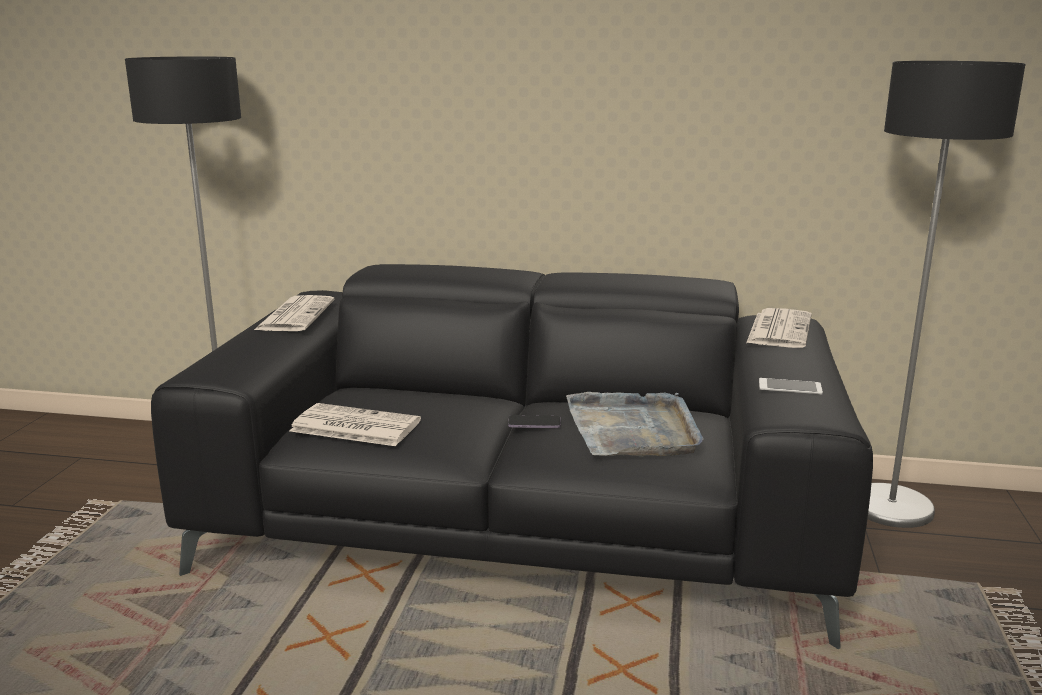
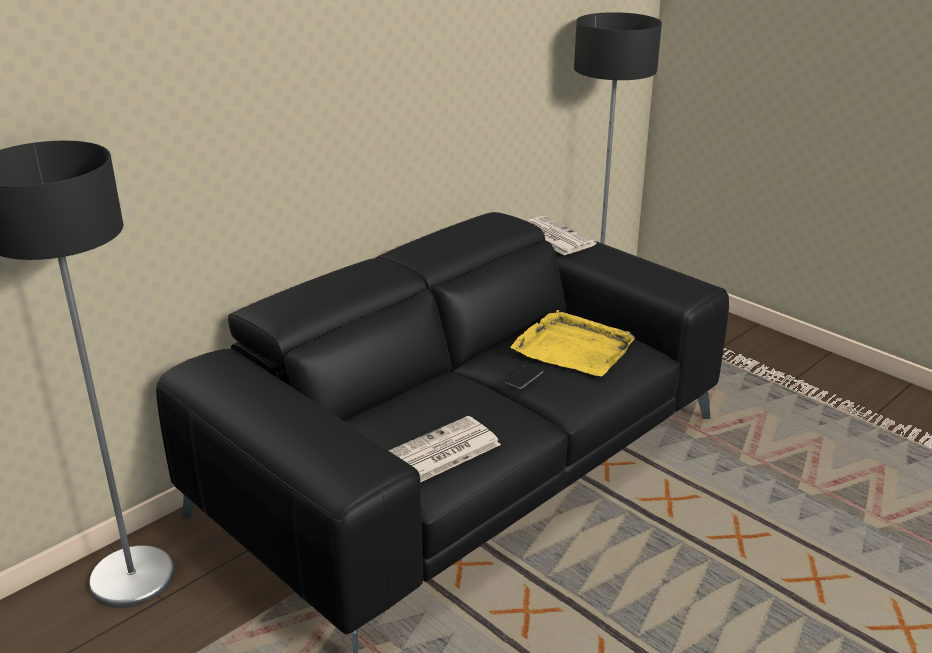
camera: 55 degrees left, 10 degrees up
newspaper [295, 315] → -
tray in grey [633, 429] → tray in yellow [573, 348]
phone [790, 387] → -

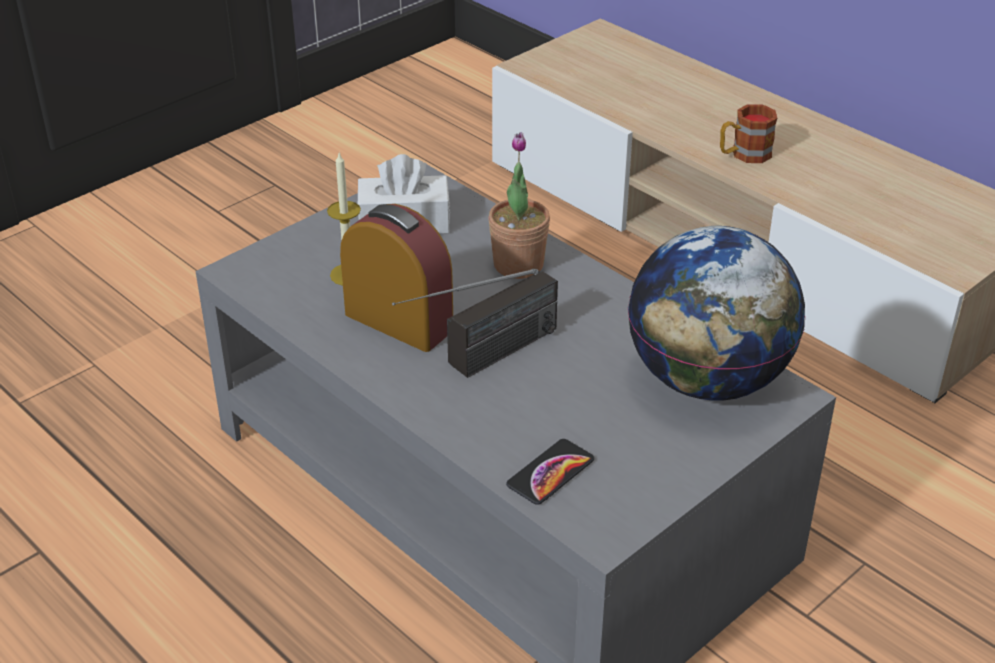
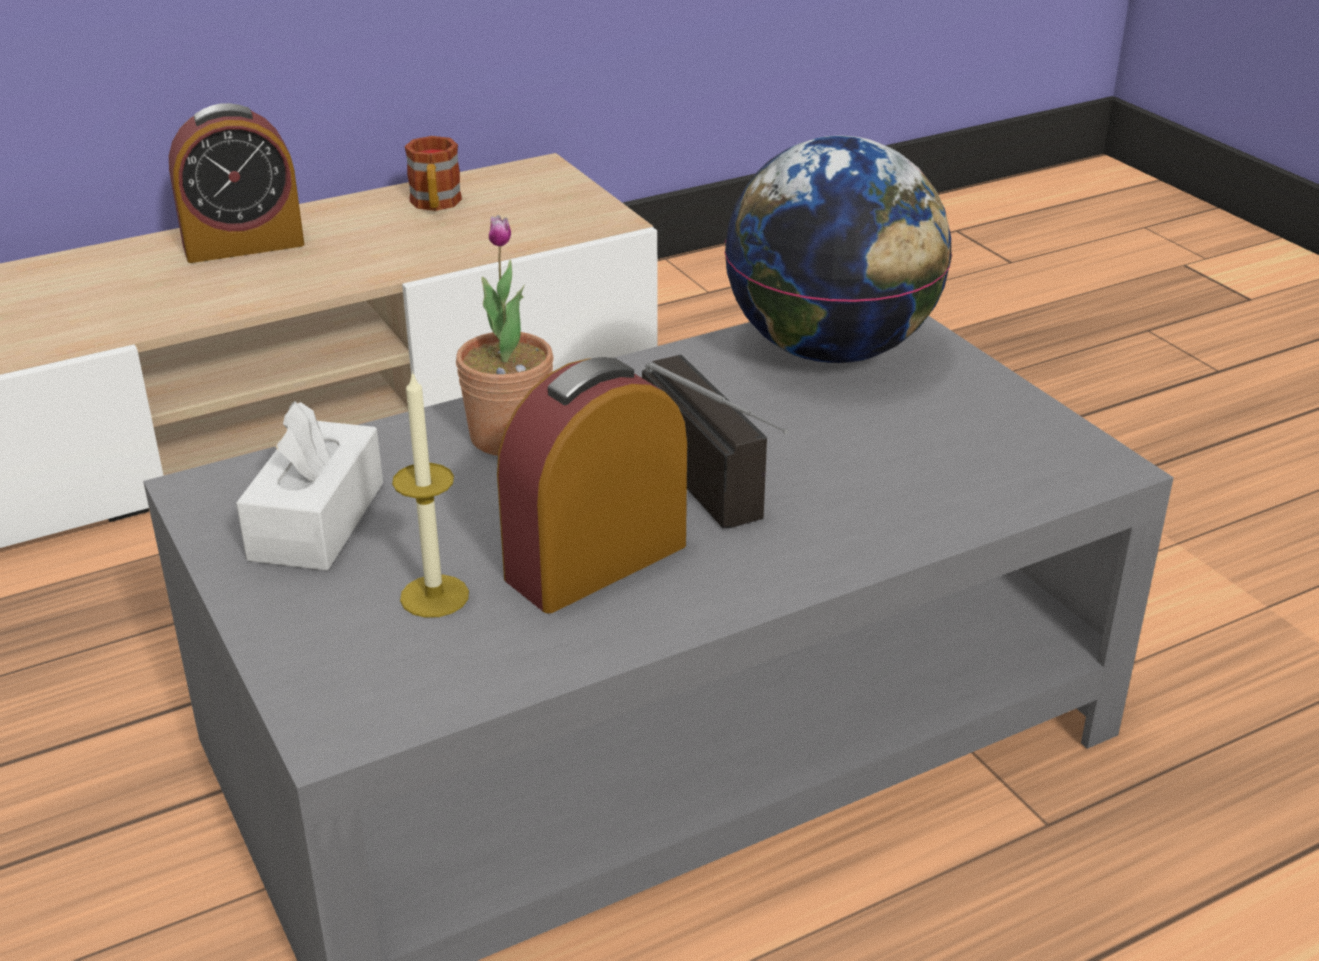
camera: 75 degrees left, 5 degrees down
phone [550, 473] → -
mug [744, 155] → mug [435, 205], relocated
- → alarm clock [243, 244]

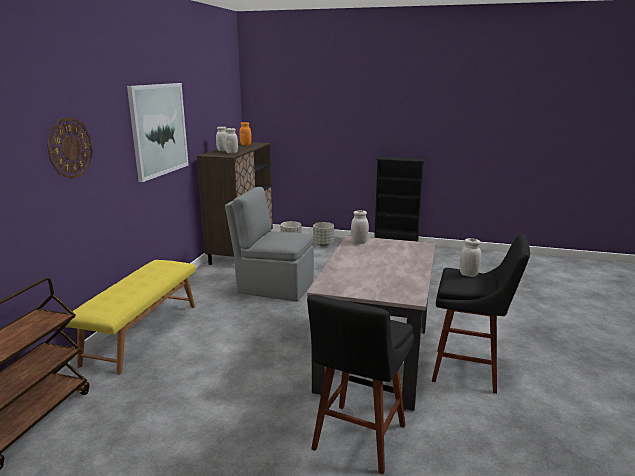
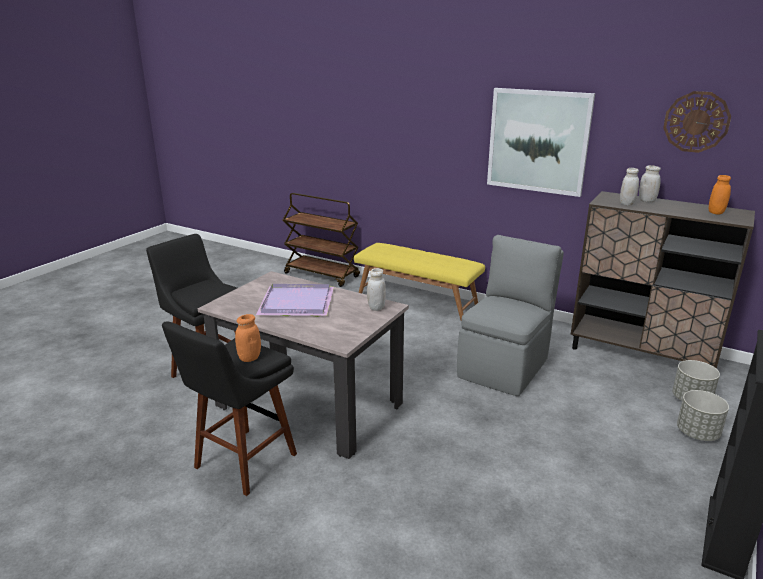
camera: 105 degrees right, 5 degrees up
wall clock [70, 148] → wall clock [696, 122], relocated
jar in white [468, 274] → jar in orange [249, 358]
- → tray in purple [298, 303]

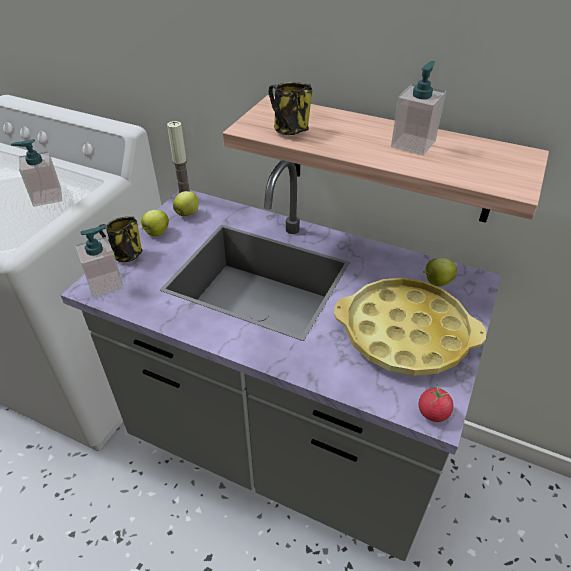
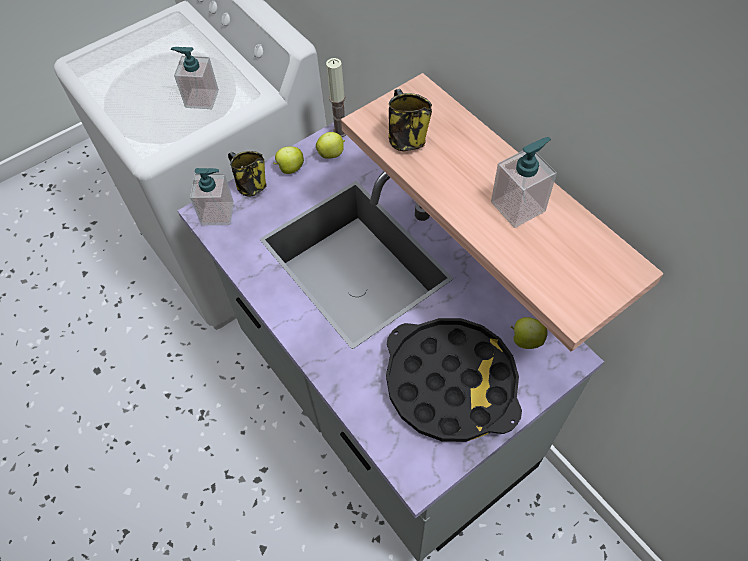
camera: 30 degrees right, 15 degrees up
tray in yellow [405, 333] → tray in black [450, 383]
tomato [433, 412] → -

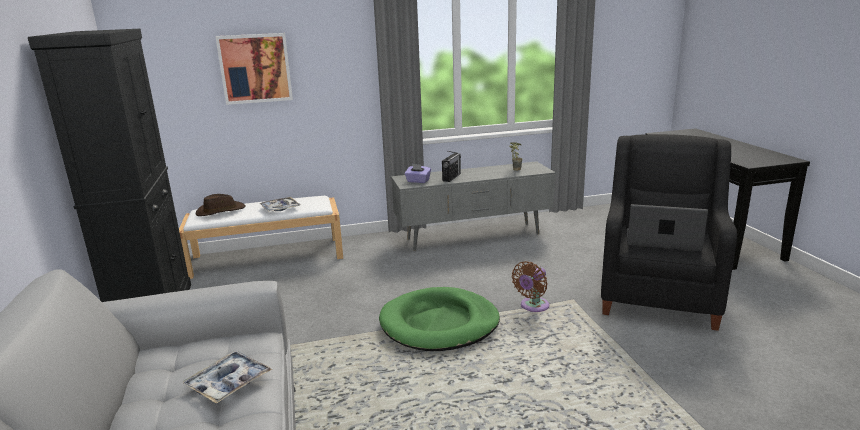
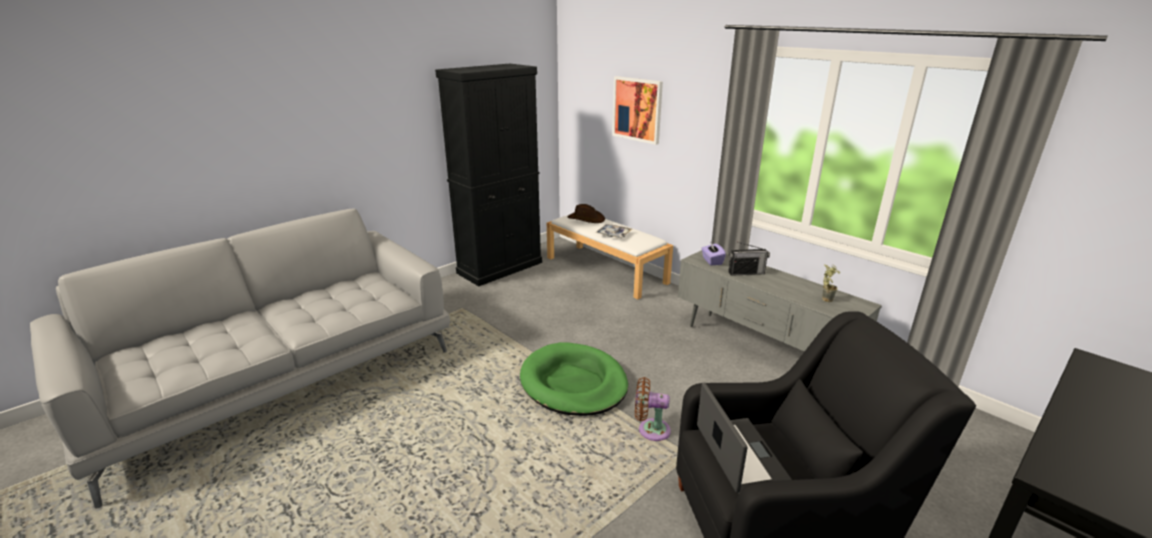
camera: 60 degrees right, 5 degrees up
tray [228, 383] → -

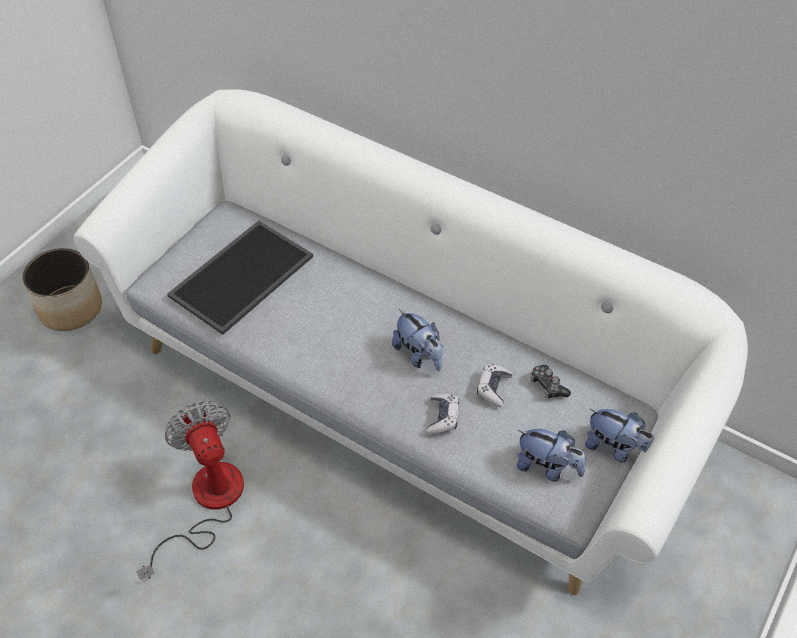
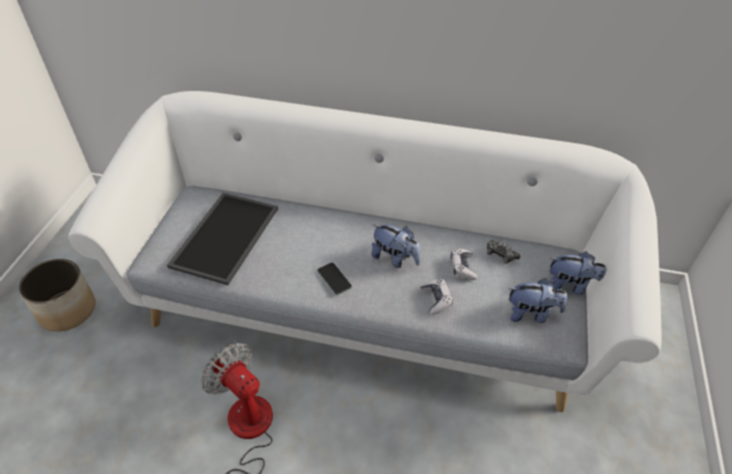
camera: 20 degrees left, 5 degrees down
- → phone [334, 278]

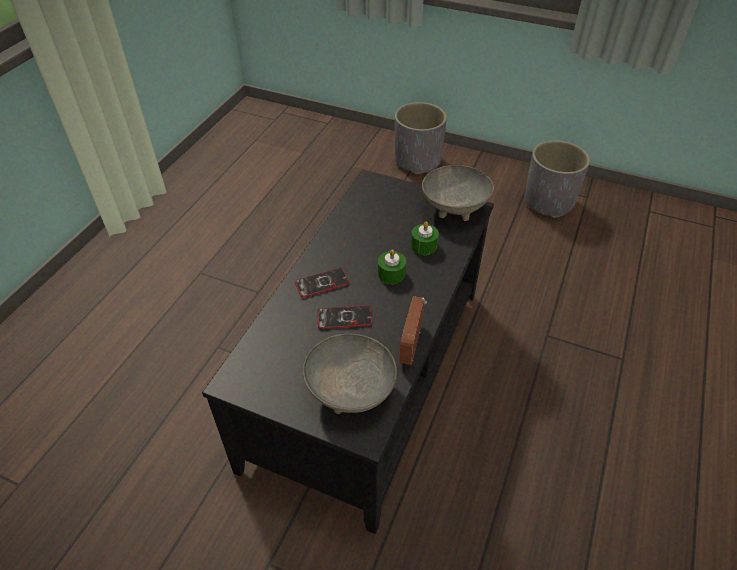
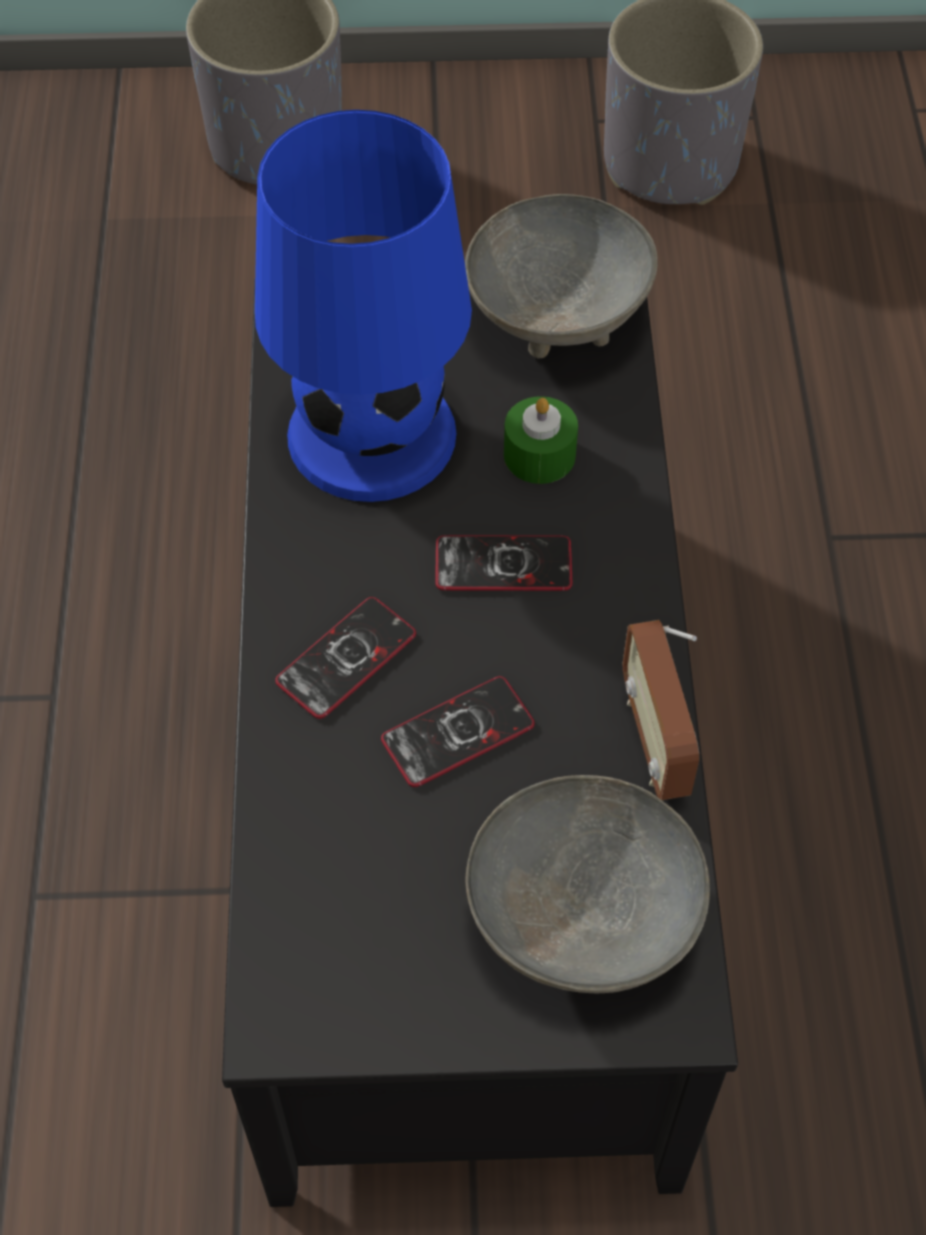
camera: 25 degrees left, 10 degrees up
candle in green [391, 274] → phone [503, 565]
- → table lamp in blue [369, 432]

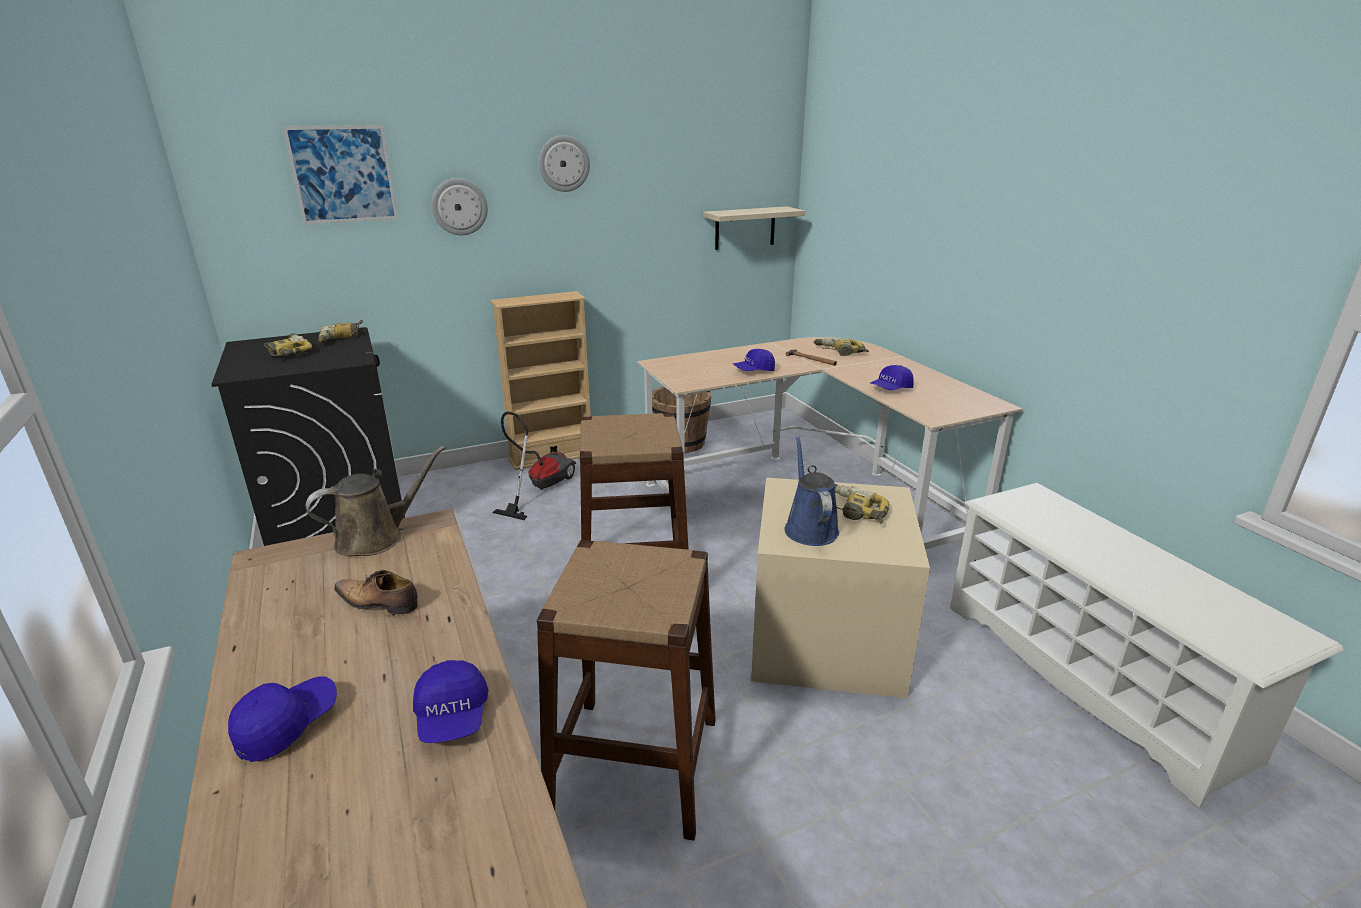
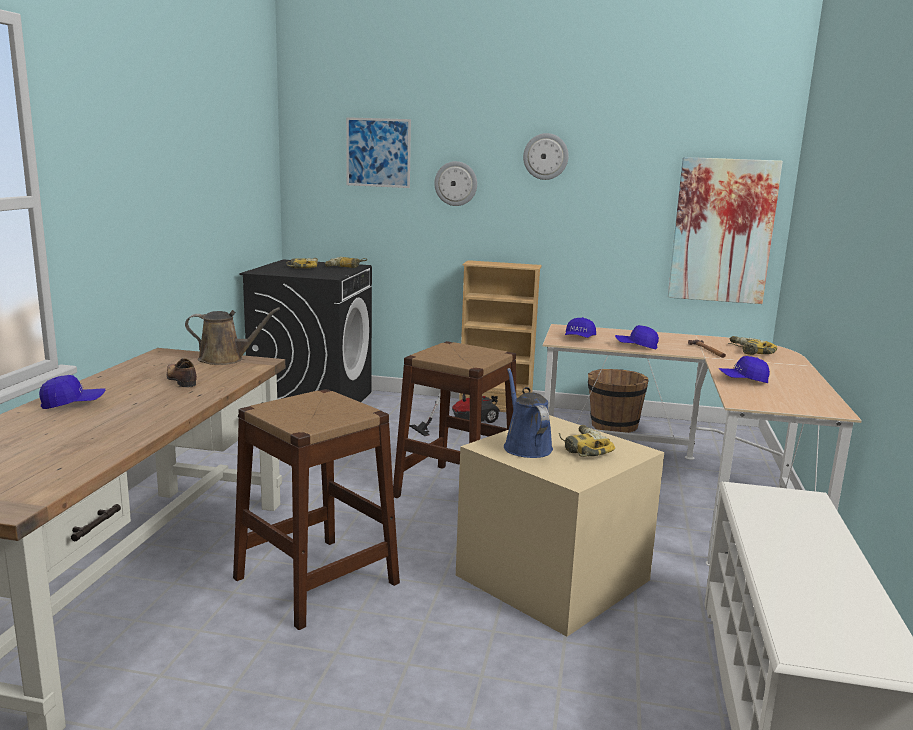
camera: 35 degrees right, 10 degrees down
cap in blue [452, 717] → cap in blue [579, 338], relocated
shelf in beige [745, 228] → picture [722, 231]
watering can in blue [809, 528] → watering can in blue [525, 446], 45 degrees counterclockwise

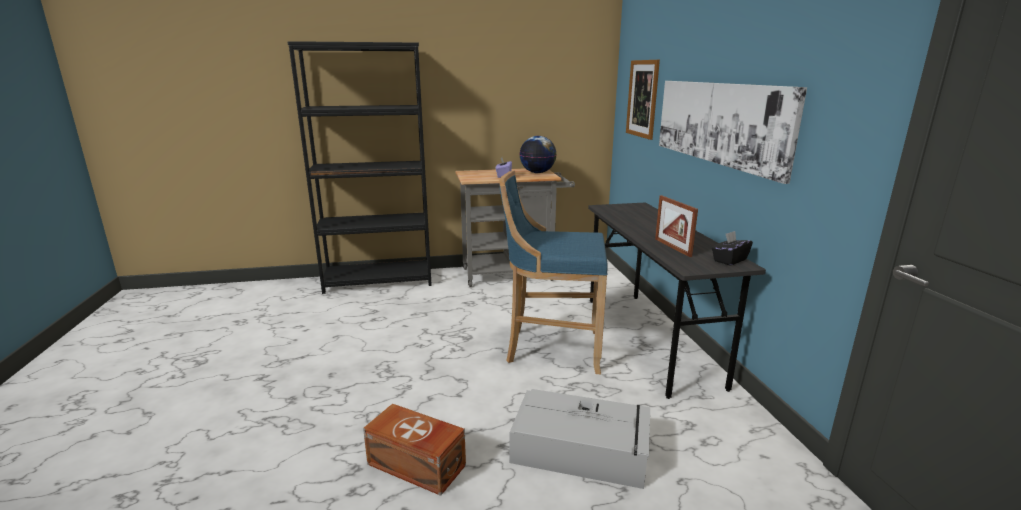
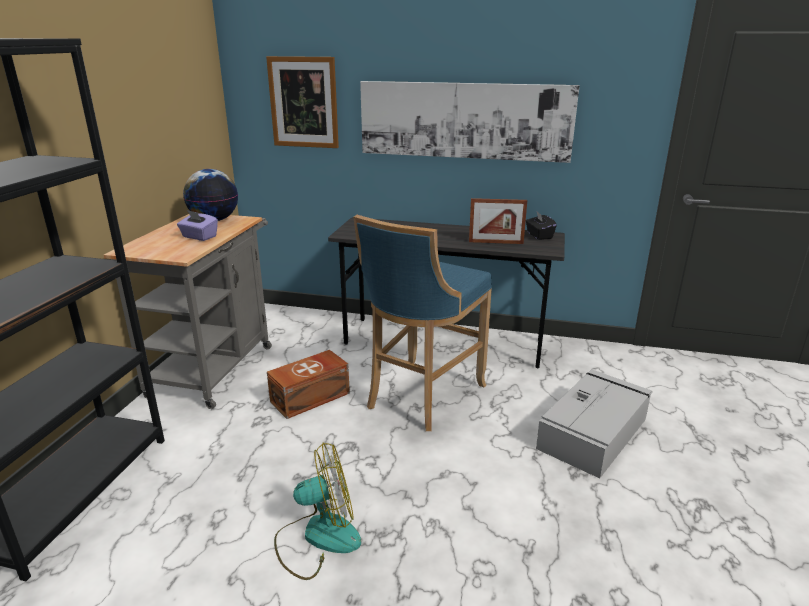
camera: 65 degrees left, 5 degrees up
storage box in brown [416, 466] → storage box in brown [311, 397], relocated
- → fan [318, 537]

